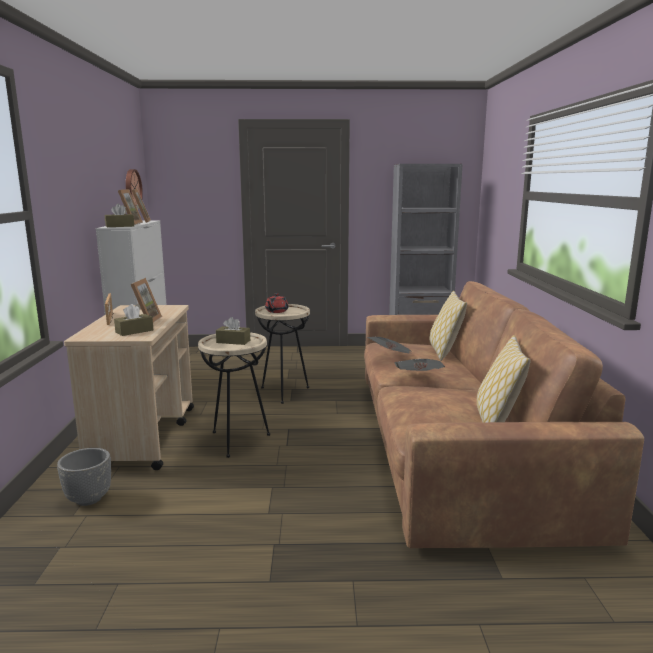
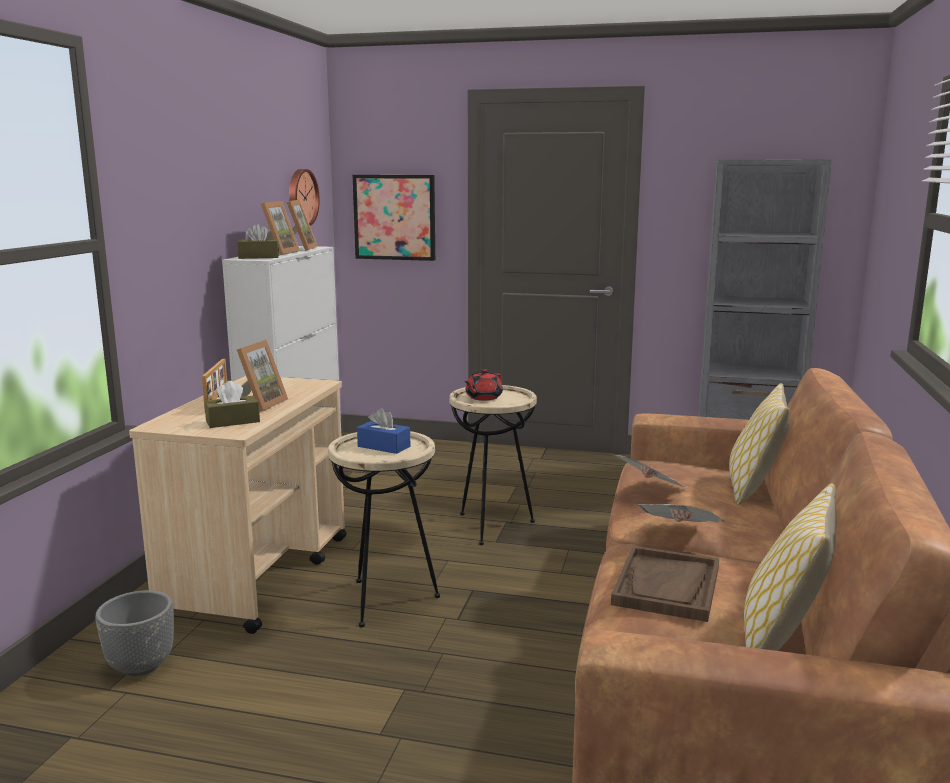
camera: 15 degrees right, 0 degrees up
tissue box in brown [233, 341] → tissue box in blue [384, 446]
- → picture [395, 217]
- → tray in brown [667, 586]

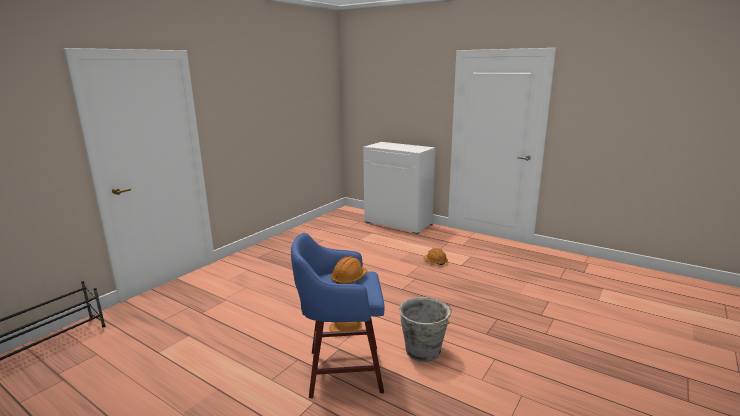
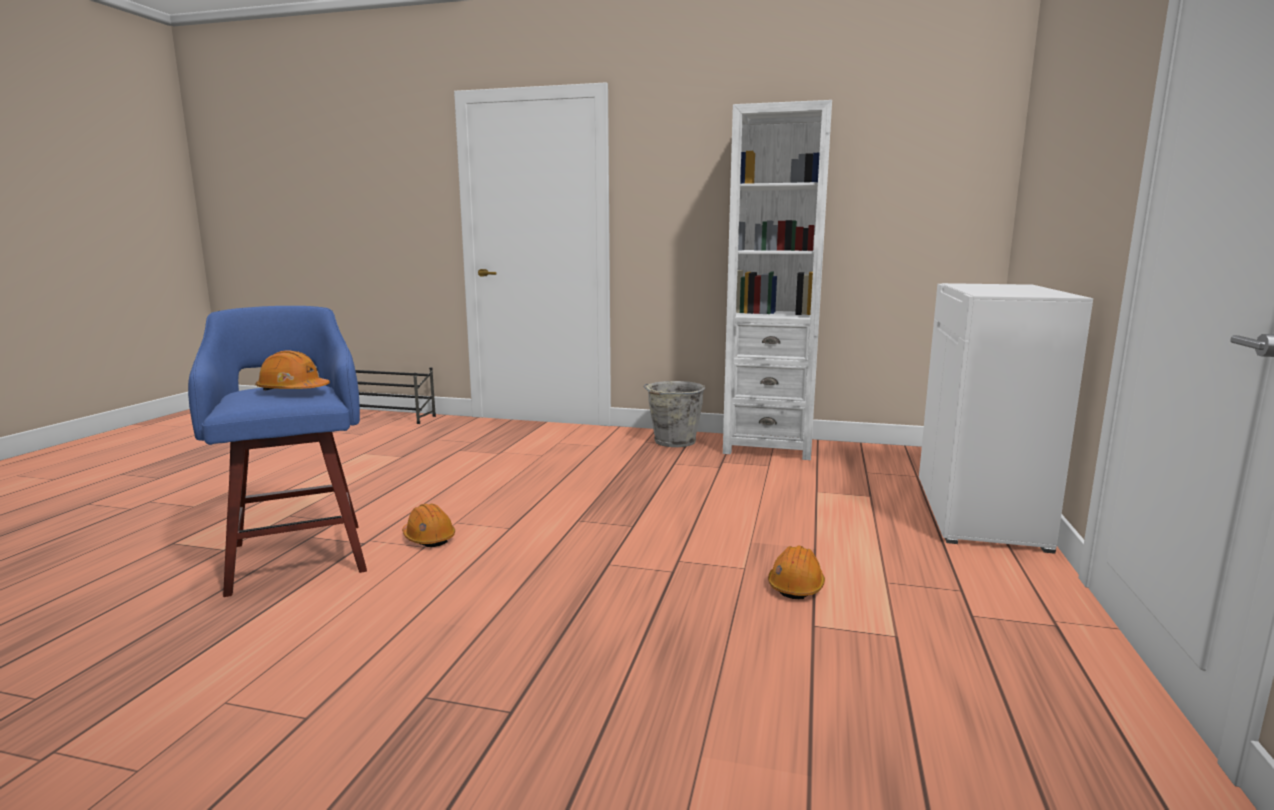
camera: 70 degrees right, 5 degrees down
bucket in grey [424, 352] → bucket in grey [673, 442], relocated
- → bookcase in white [768, 446]

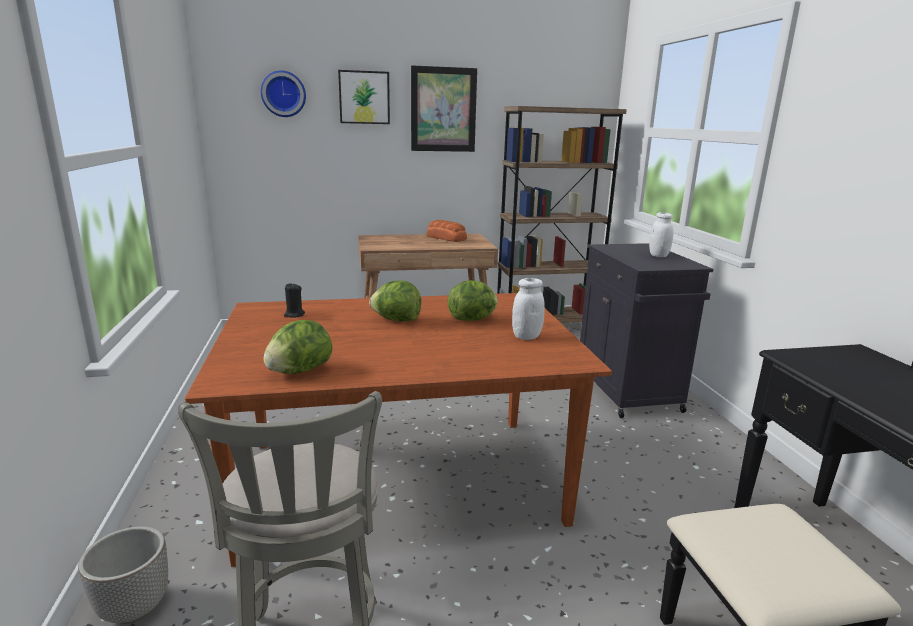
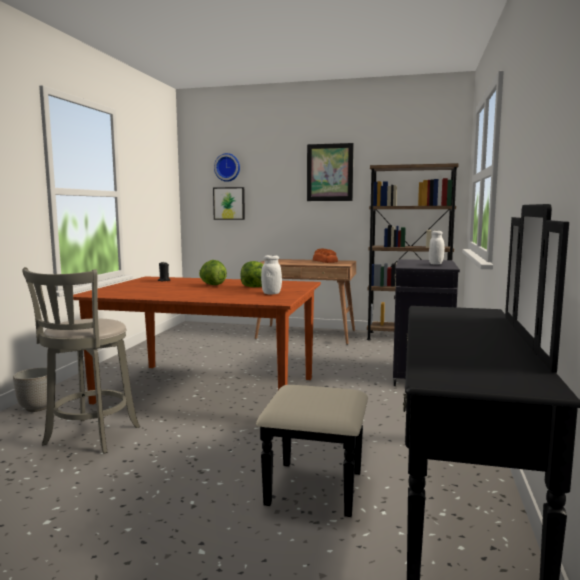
camera: 25 degrees right, 10 degrees down
lettuce [299, 371] → -
picture [364, 97] → picture [229, 203], relocated

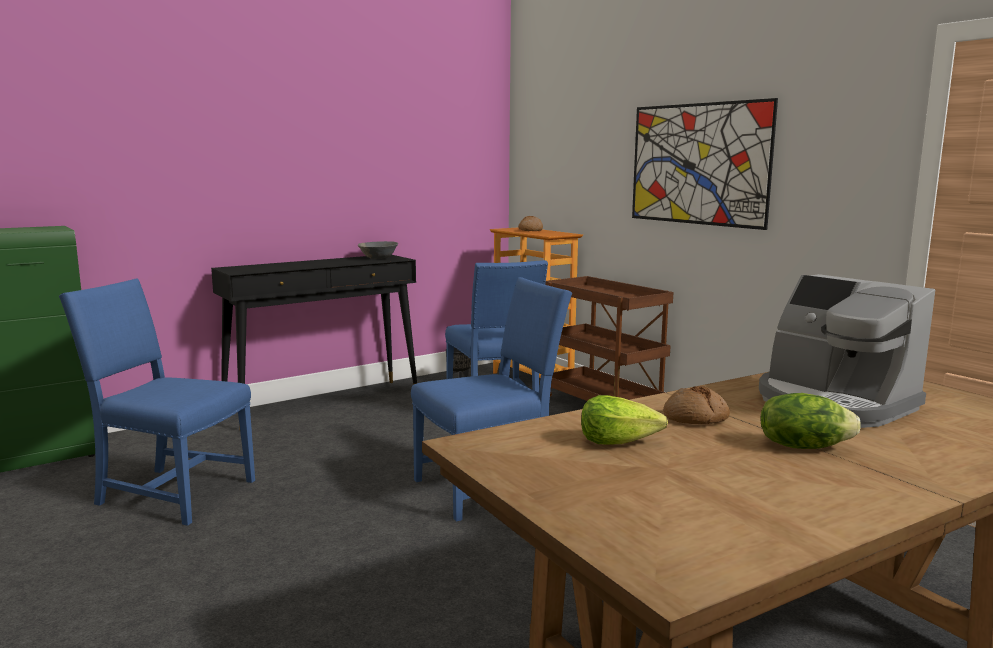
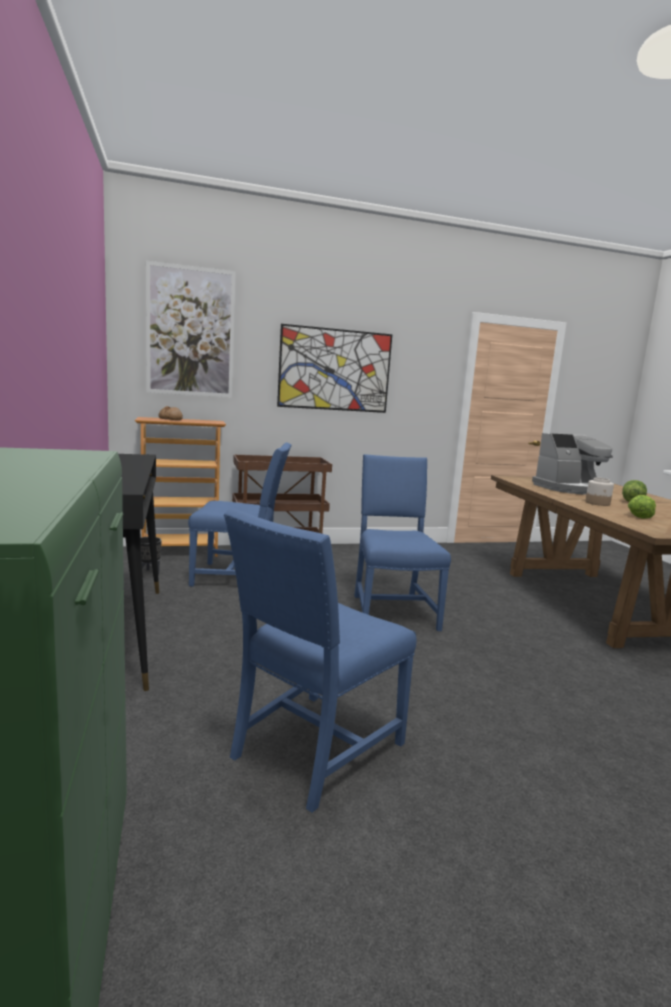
camera: 70 degrees left, 0 degrees up
bowl in grey [378, 258] → -
bread [695, 418] → jar [597, 503]
- → picture [190, 332]

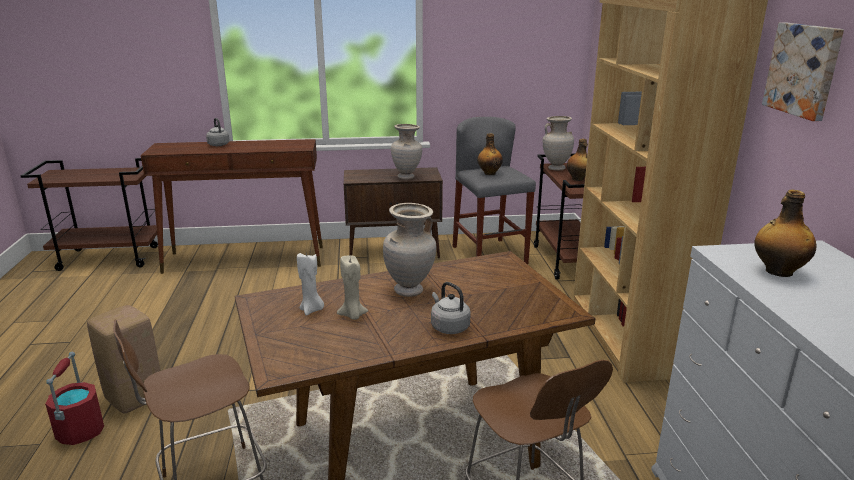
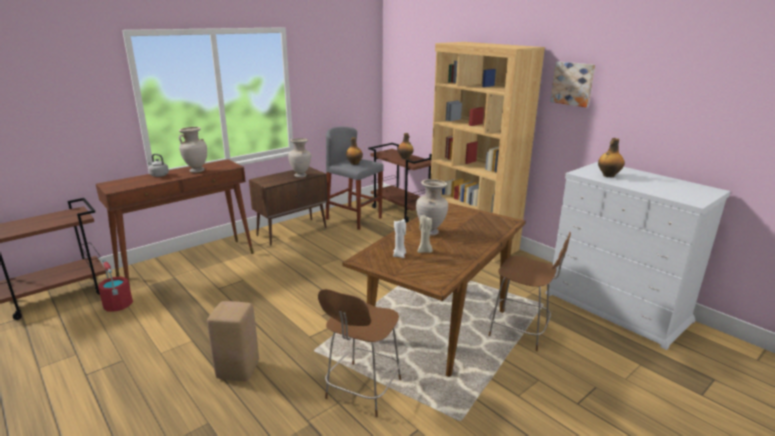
camera: 35 degrees left, 0 degrees up
bucket in red [80, 431] → bucket in red [118, 305], relocated
kettle in grey [448, 327] → -
vase in beige [556, 168] → vase in beige [196, 171], relocated

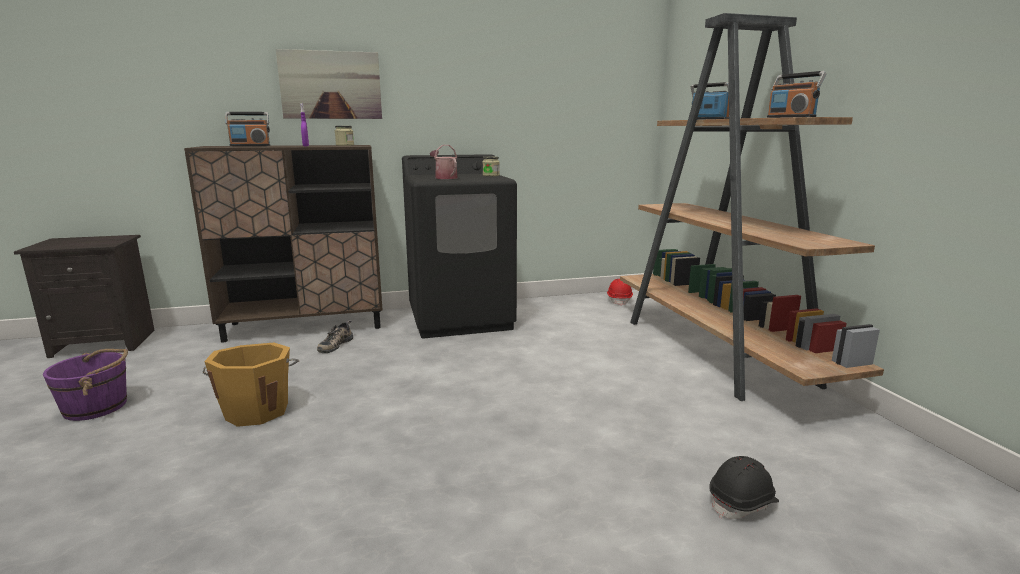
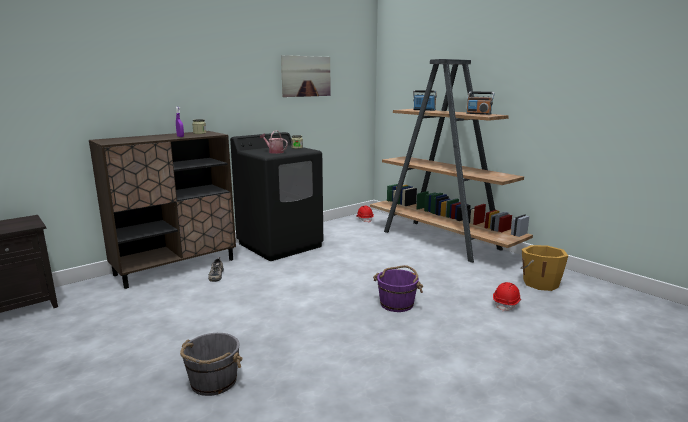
camera: 25 degrees left, 0 degrees up
bucket in purple [97, 407] → bucket in purple [397, 304], relocated
bucket in orange [257, 410] → bucket in orange [539, 283], relocated
radio [250, 146] → -
picture [331, 85] → picture [306, 76], relocated
hard hat in black [743, 503] → hard hat in red [506, 304]
- → bucket in grey [213, 382]

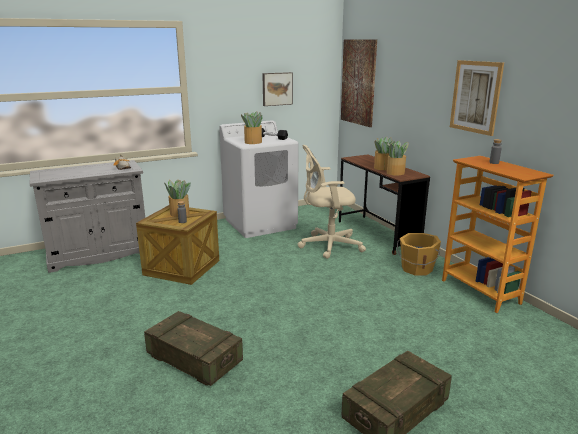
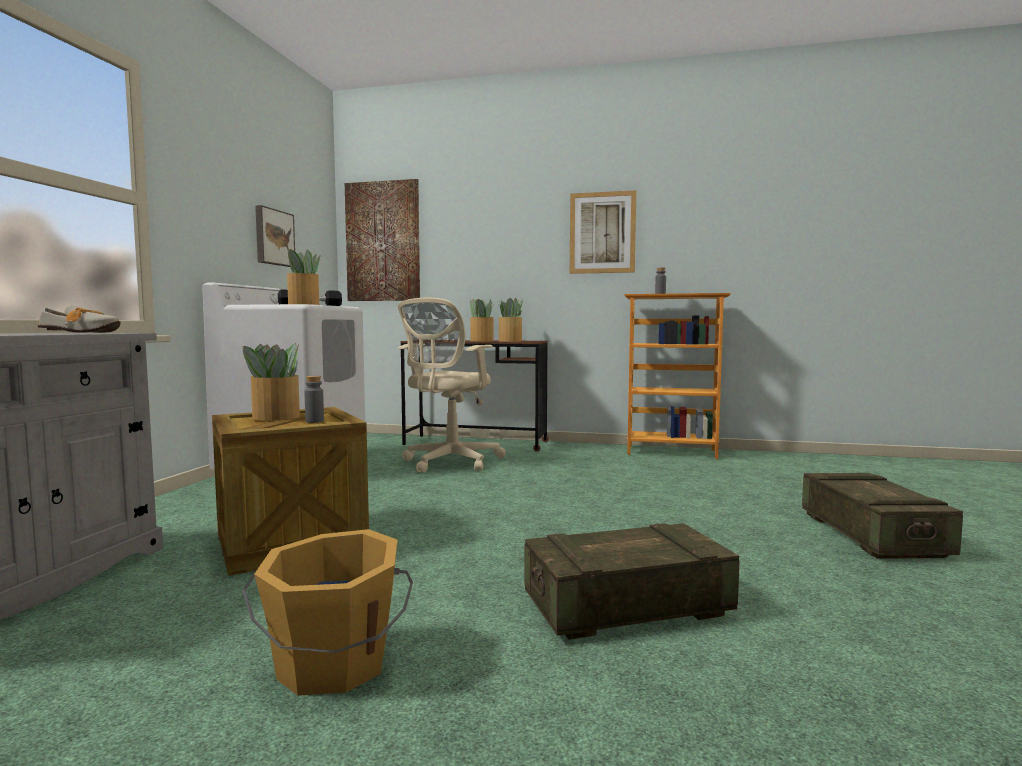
camera: 50 degrees left, 15 degrees down
bucket in orange [416, 269] → bucket in orange [333, 665], relocated

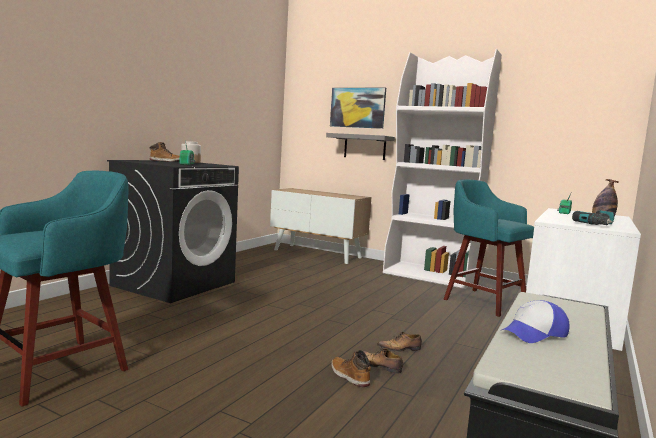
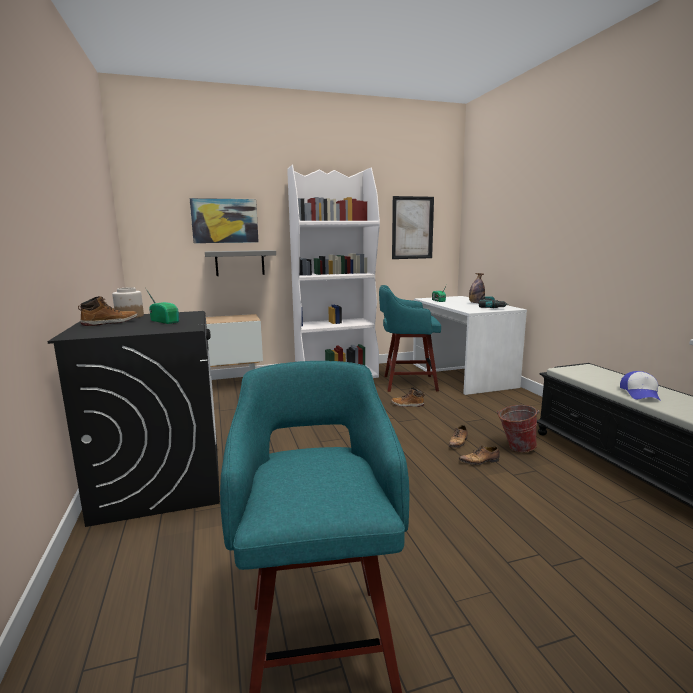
camera: 45 degrees left, 5 degrees up
boot [349, 376] → boot [407, 405], relocated
- → picture [412, 228]
- → bucket [515, 448]

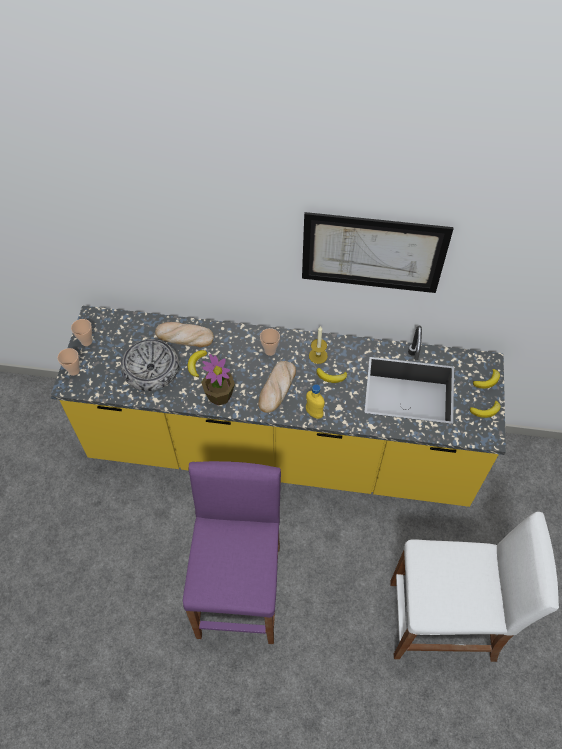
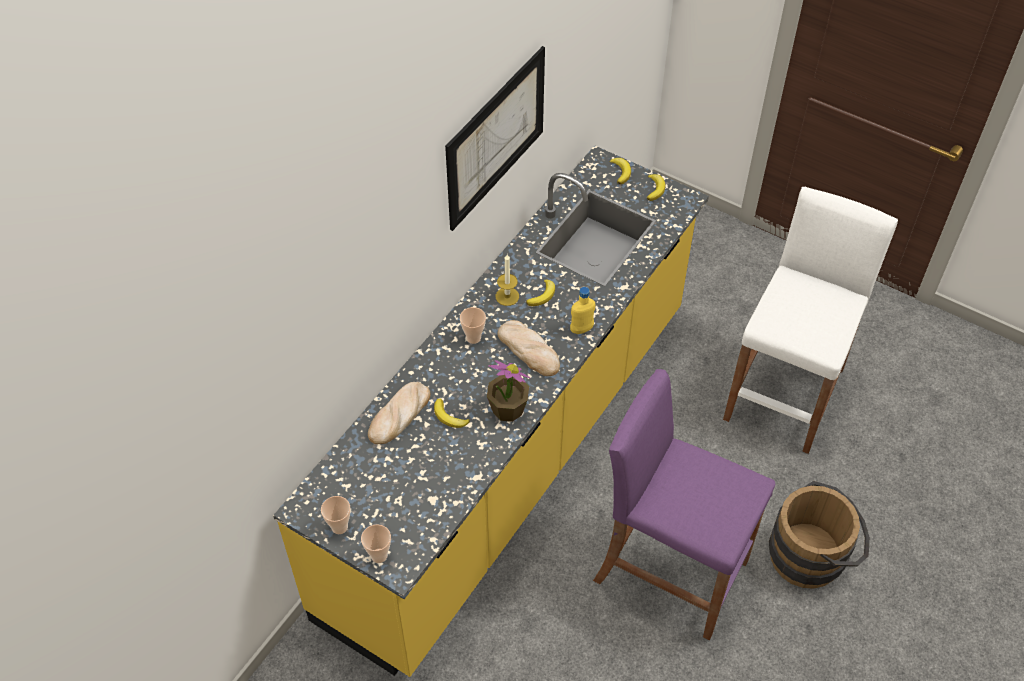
camera: 65 degrees left, 5 degrees down
bowl [151, 370] → -
- → bucket in brown [813, 555]

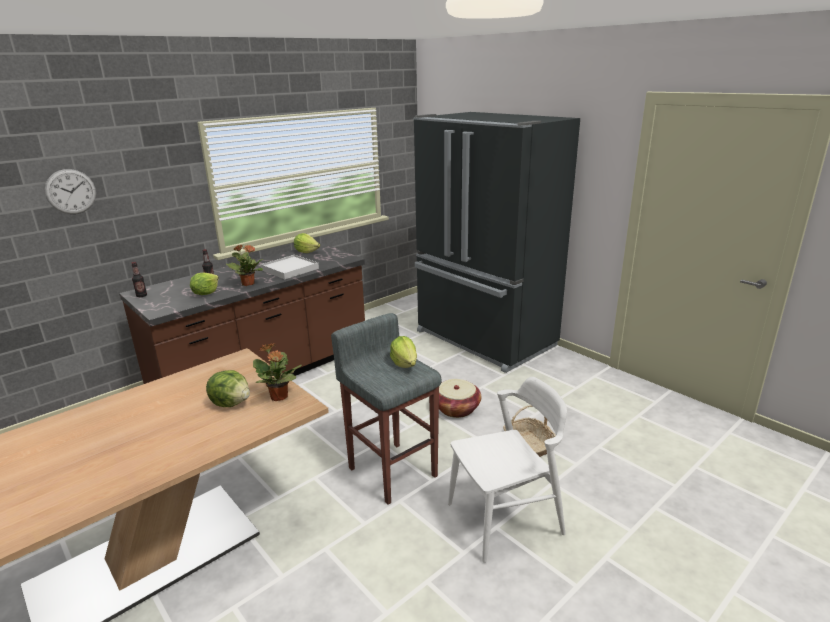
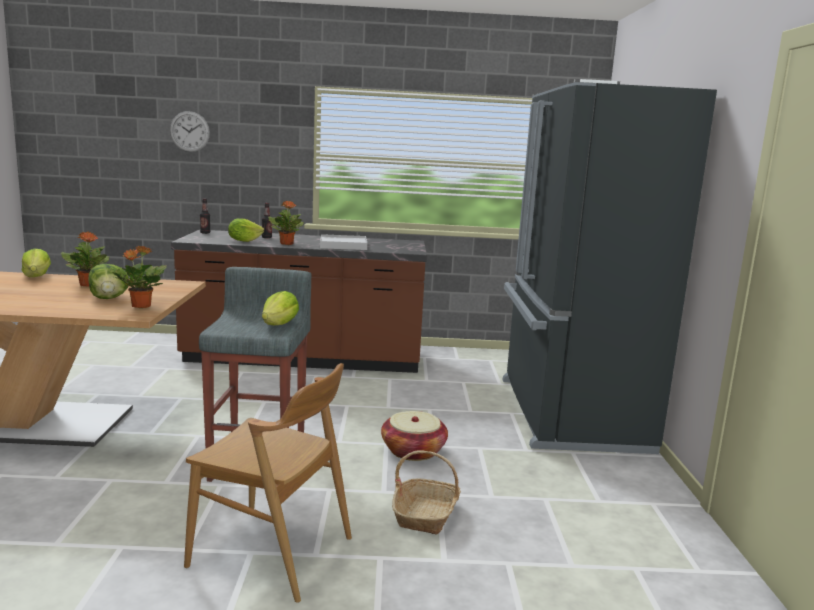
camera: 40 degrees right, 10 degrees down
lettuce [306, 252] → lettuce [37, 276], relocated
chair in white [505, 519] → chair in brown [272, 552]
- → potted plant [88, 285]

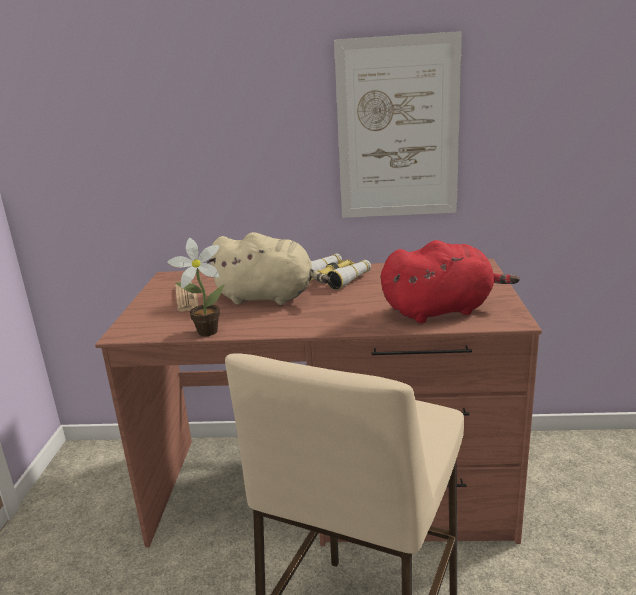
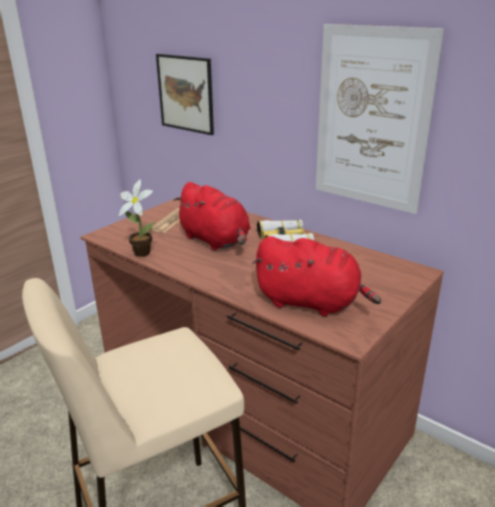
camera: 35 degrees right, 5 degrees up
plush toy in beige [269, 297] → plush toy in red [216, 241]
- → picture [185, 93]

